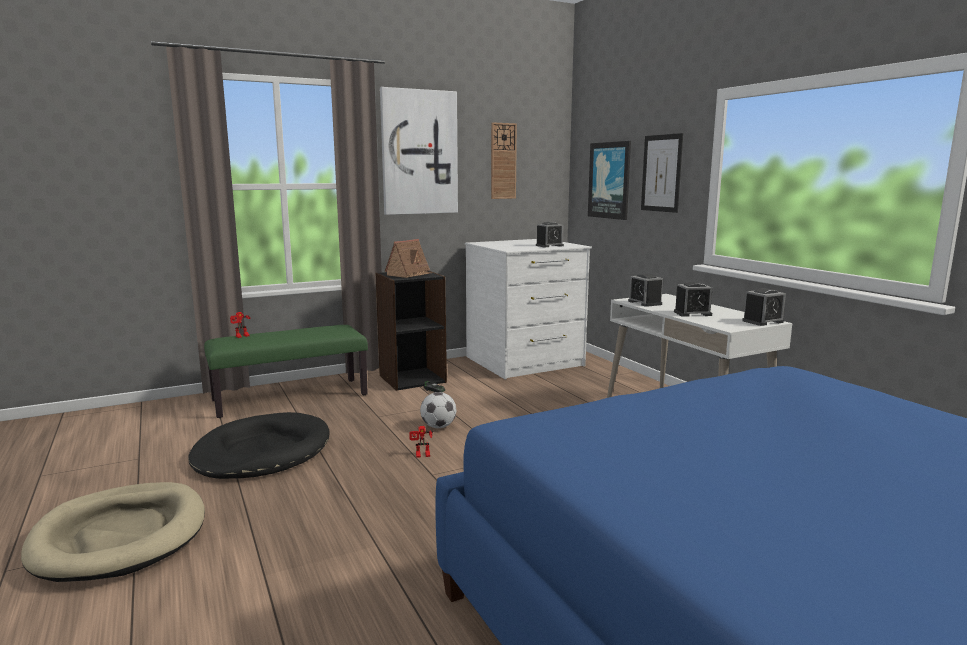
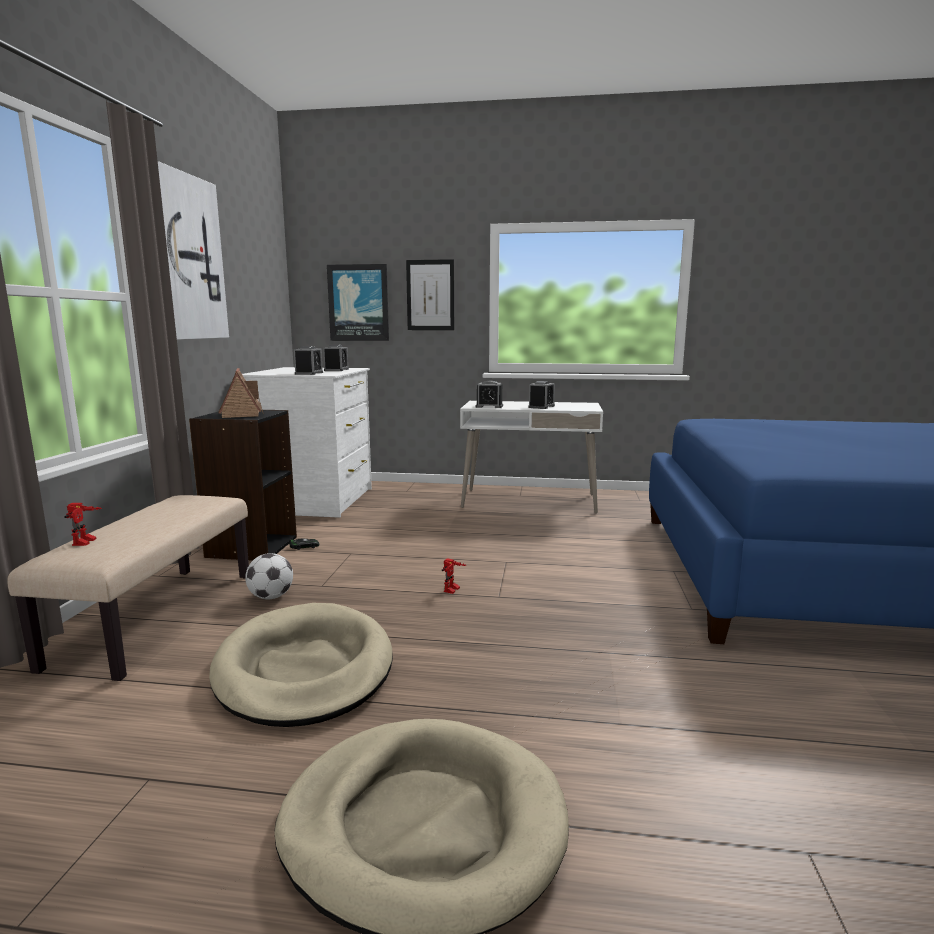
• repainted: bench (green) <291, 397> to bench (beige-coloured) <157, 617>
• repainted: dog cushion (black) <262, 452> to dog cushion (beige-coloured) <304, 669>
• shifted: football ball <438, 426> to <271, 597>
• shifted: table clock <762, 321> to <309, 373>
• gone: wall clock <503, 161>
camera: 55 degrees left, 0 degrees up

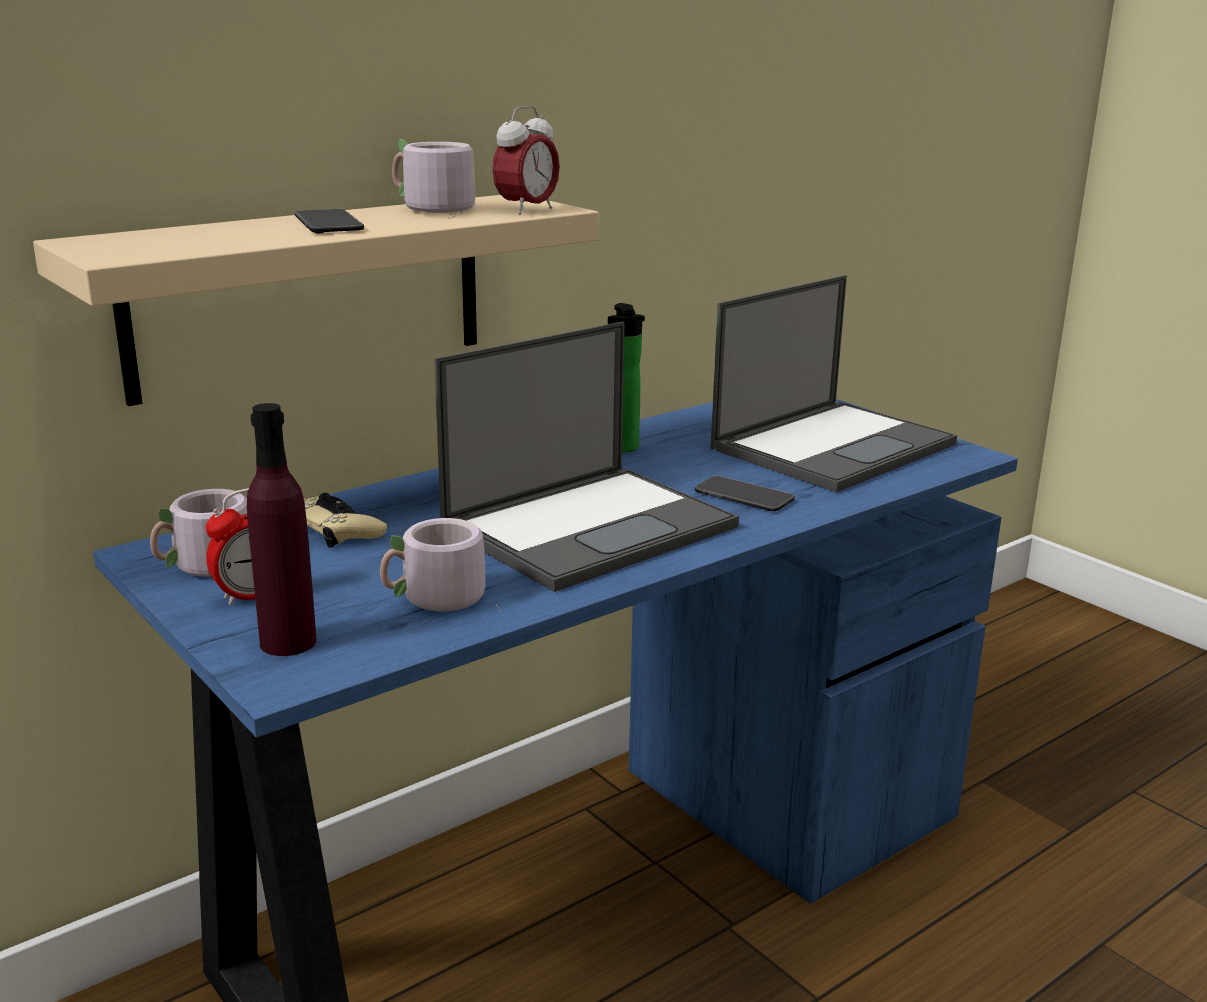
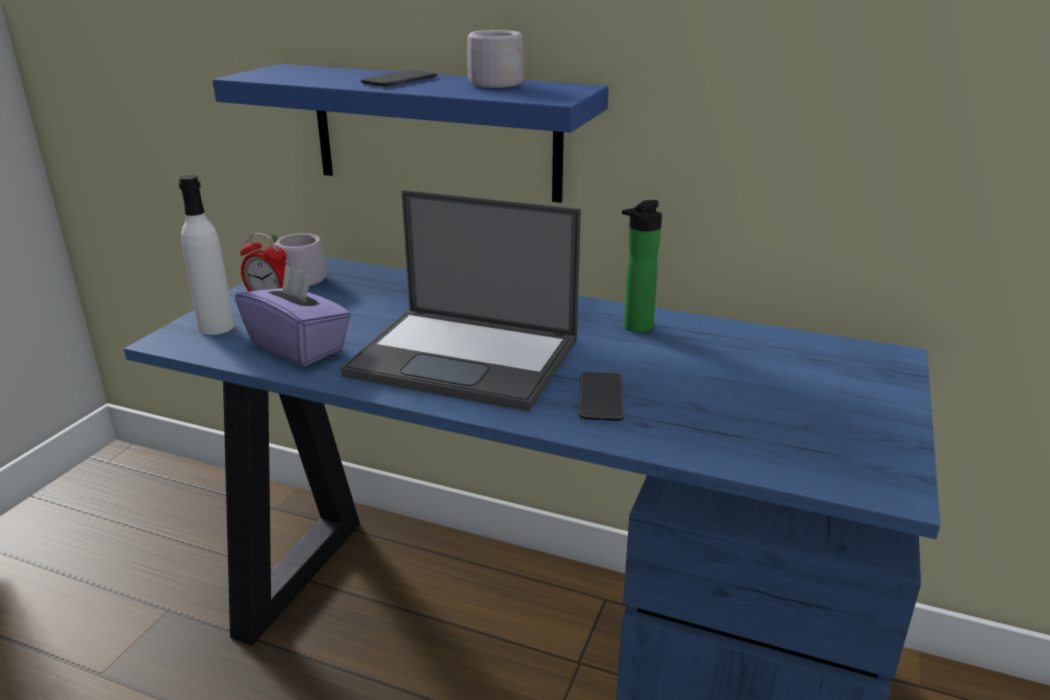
• repainted: drink bottle (purplish) <288, 642> to drink bottle (white-coloured) <216, 327>
• repainted: wall shelf (beige-coloured) <309, 294> to wall shelf (blue) <435, 132>
• swapped: tea mug (grey) <436, 601> to tissue box (purplish) <299, 346>
• gone: game controller (beige-coloured) <338, 530>
• gone: table clock <527, 210>
• gone: notebook computer <834, 445>
camera: 60 degrees right, 5 degrees up

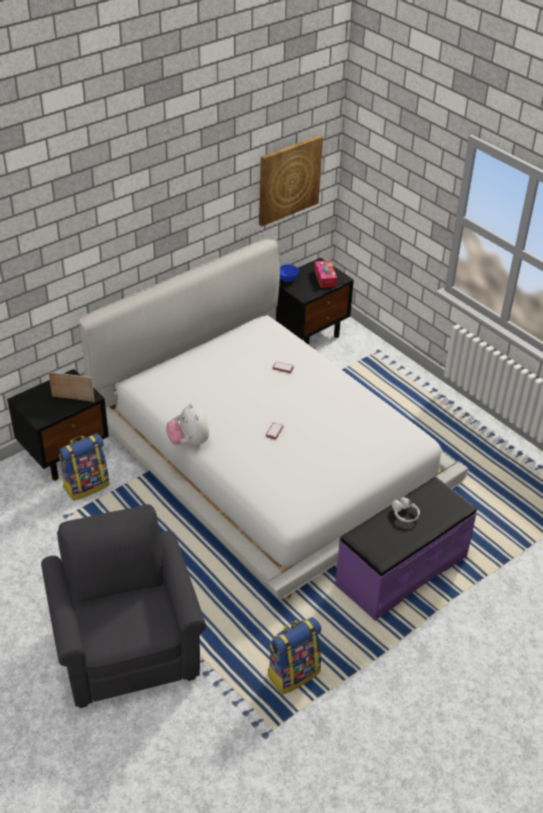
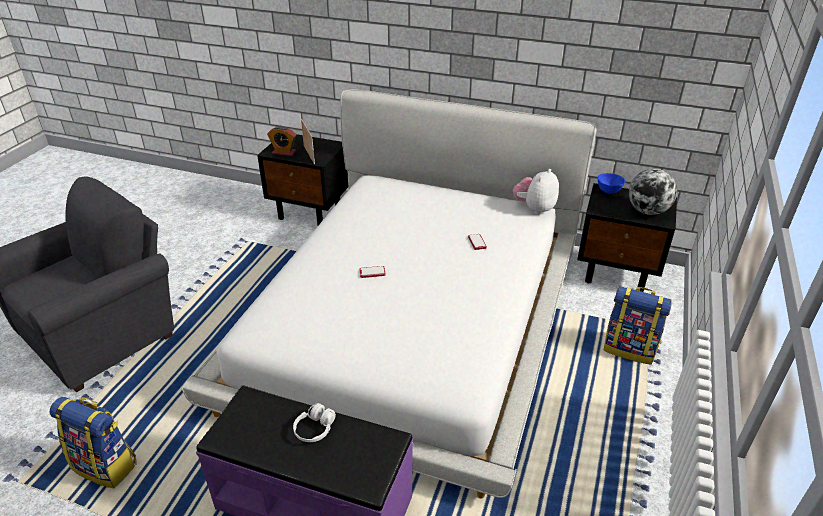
• new: table clock <284, 152>
• shifted: plush toy <189, 442> to <534, 208>
• shifted: knapsack <86, 485> to <630, 348>
• swapped: tissue box <325, 278> to world globe <647, 211>
• gone: picture <289, 180>
camera: 60 degrees right, 5 degrees down

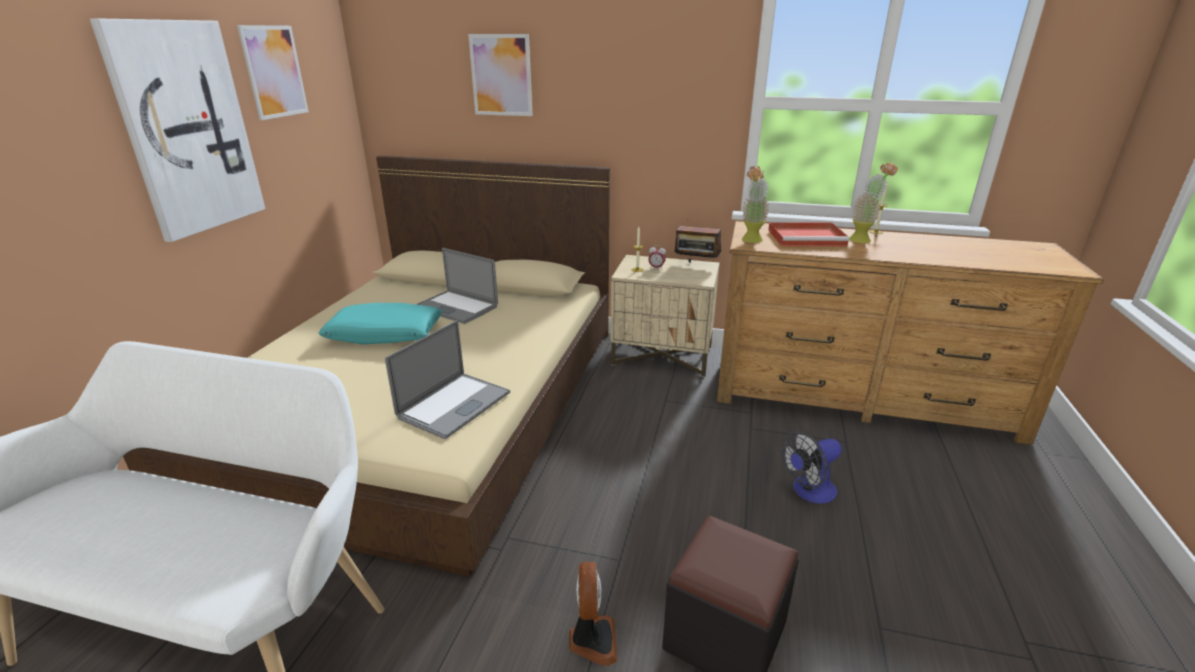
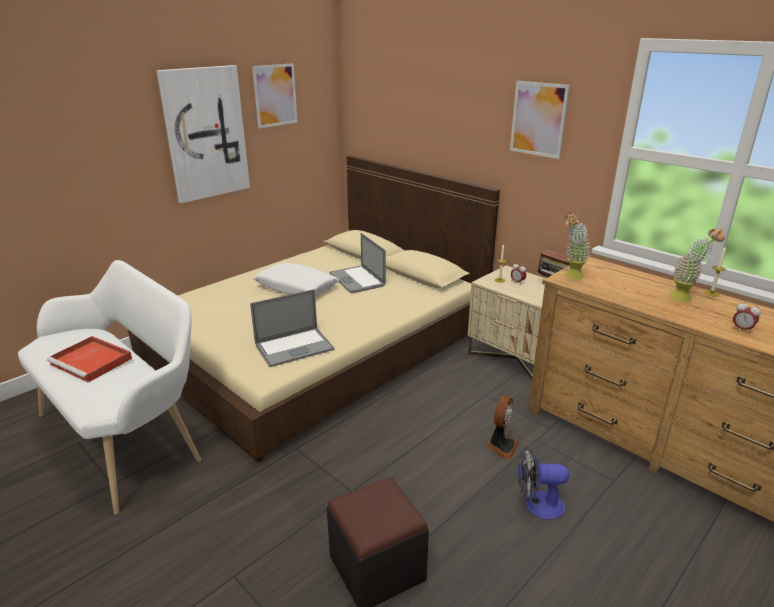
• shifted: serving tray (reddish) <807, 237> to <92, 361>
• repainted: throw pillow (turquoise-coloured) <384, 334> to throw pillow (white-coloured) <296, 288>
• shifted: cooling fan <592, 640> to <501, 446>
• shifted: picture <501, 75> to <538, 119>
• new: table clock <742, 329>
camera: 30 degrees right, 0 degrees up

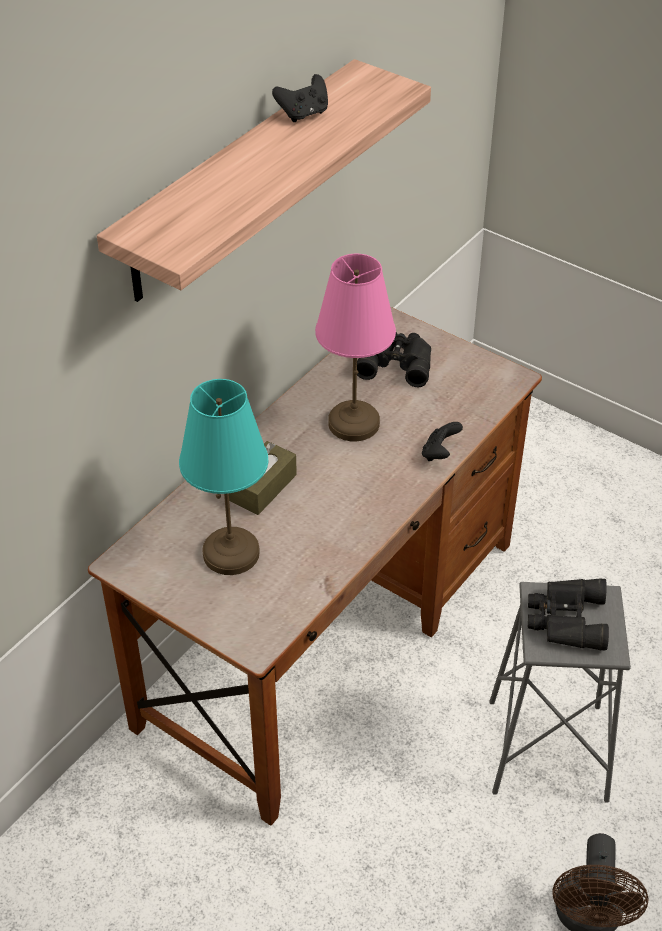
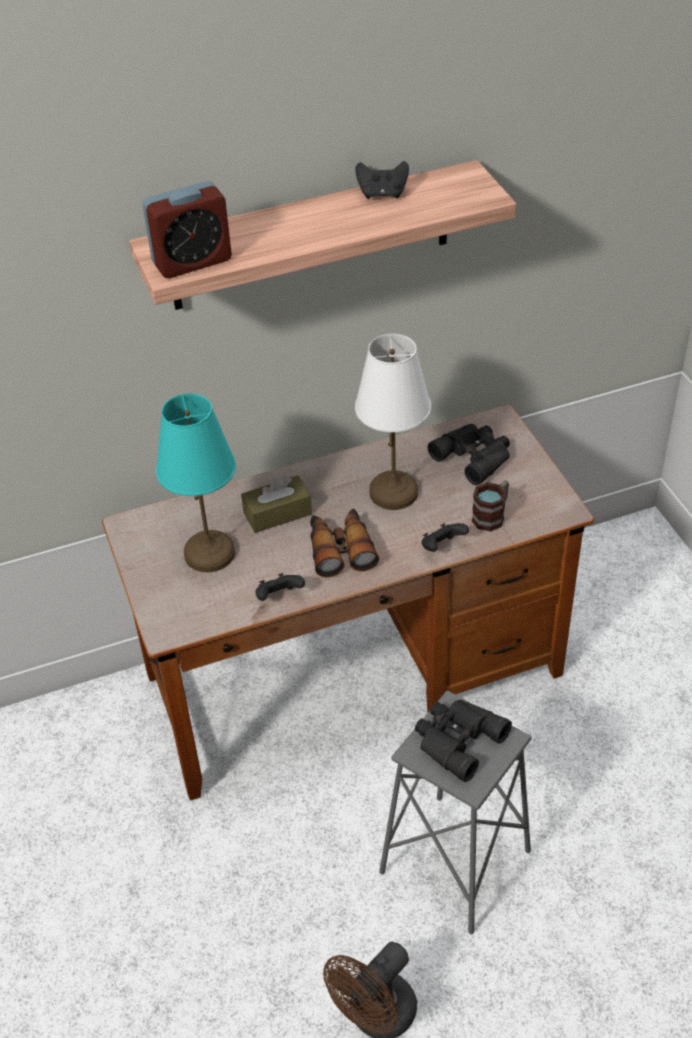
• new: table clock <192, 262>
• new: game controller (black) <279, 597>
• new: field glasses <340, 549>
• repainted: tabletop lamp (pink) <352, 423> to tabletop lamp (white-coloured) <393, 492>
• new: tea mug <492, 515>
camera: 35 degrees right, 0 degrees up

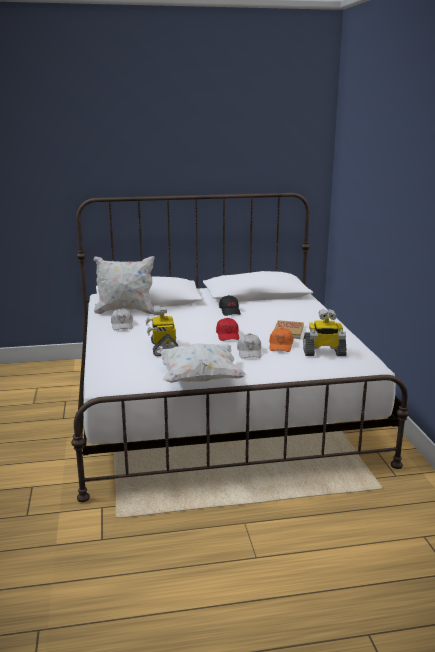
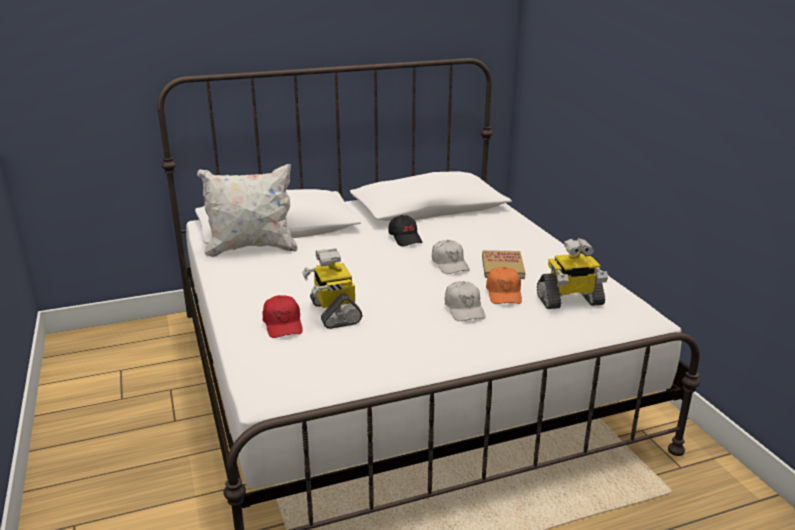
• shifted: peaked cap (reddish) <228, 335> to <283, 324>
• shifted: peaked cap (white-coloured) <122, 325> to <449, 264>
• gone: throw pillow (white-coloured) <199, 379>
camera: 10 degrees left, 5 degrees up

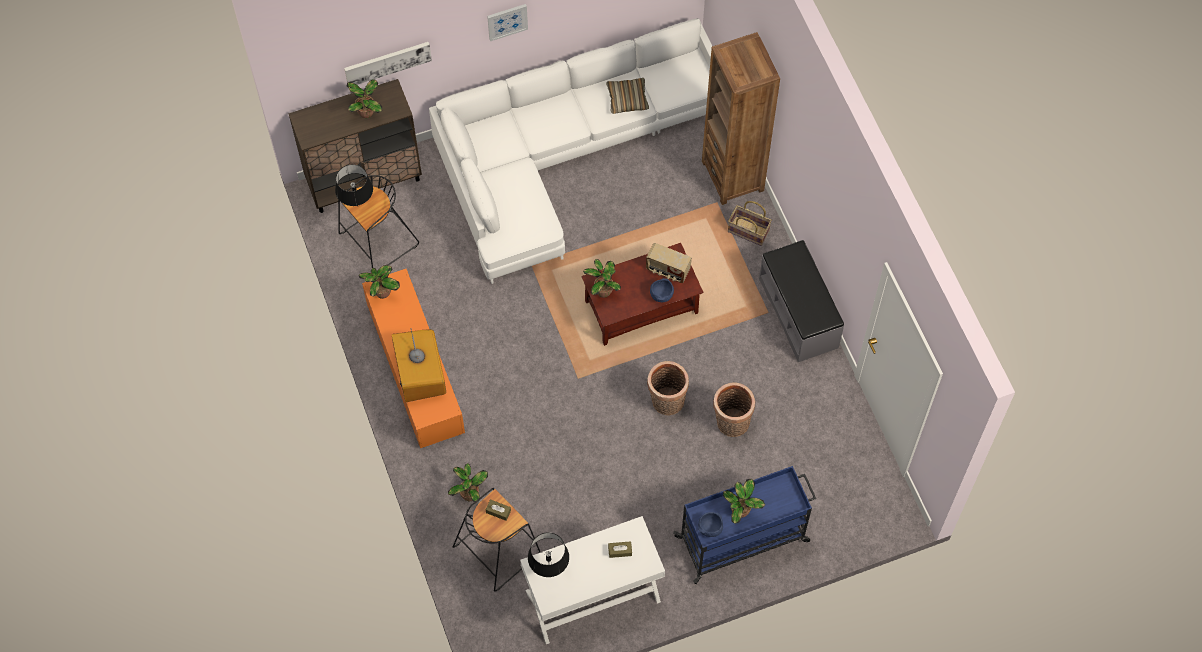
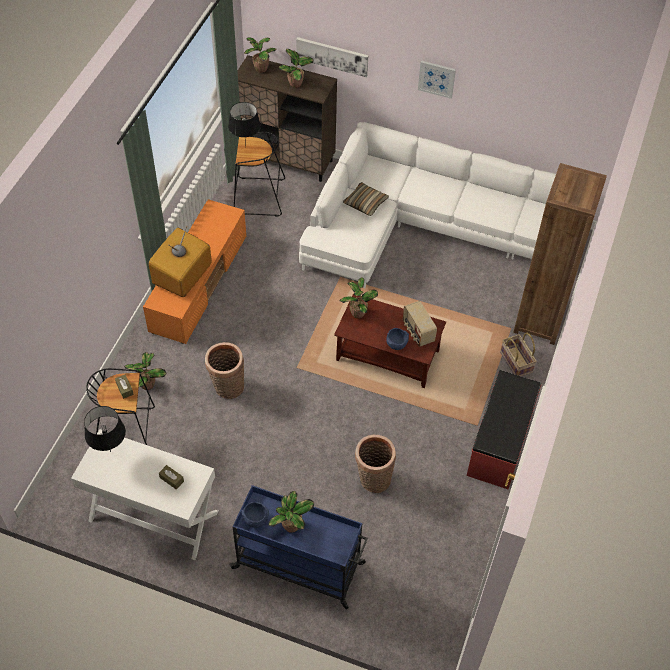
• shifted: storage basket <666, 403> to <227, 387>
• shifted: potted plant <382, 293> to <260, 68>
• shifted: throw pillow <627, 99> to <365, 203>
• repainted: bench (grey) <799, 313> to bench (reddish) <501, 443>
camera: 40 degrees right, 10 degrees down

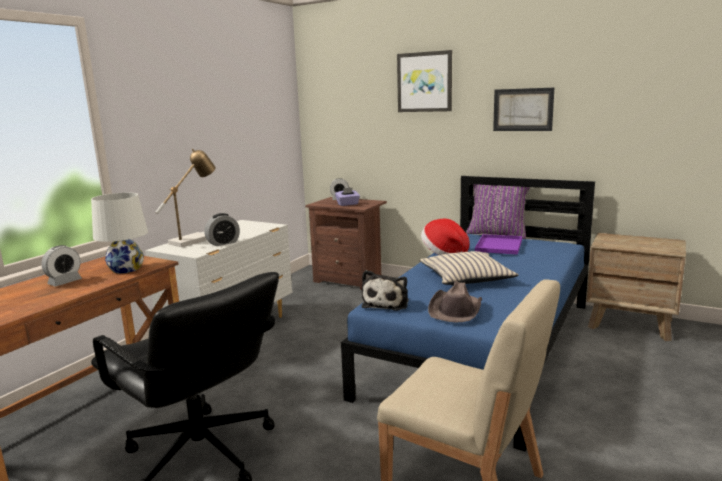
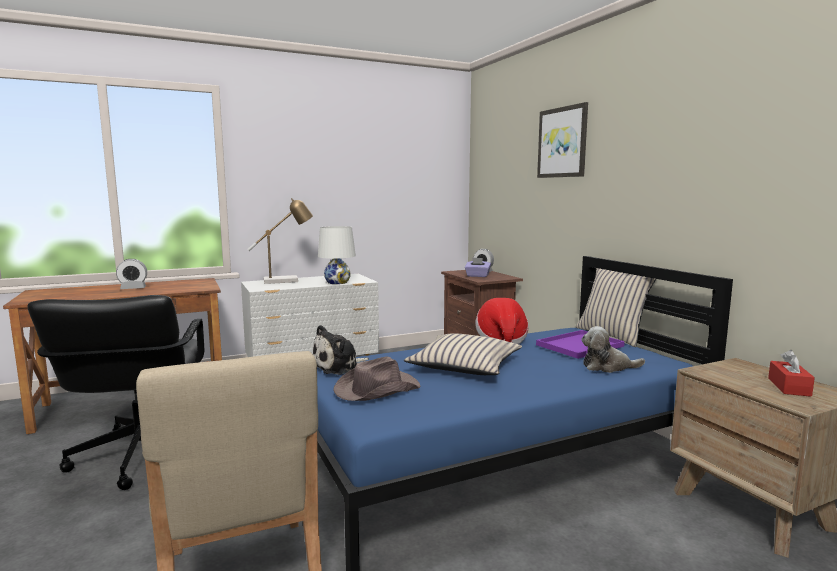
• shifted: tabletop lamp (white-coloured) <126, 269> to <337, 282>
• repainted: throw pillow (purplish) <497, 234> to throw pillow (beige-coloured) <612, 335>
• new: plush toy <607, 367>
• new: tissue box (reddish) <789, 387>
• gone: table clock <223, 243>
• gone: picture <523, 109>
camera: 35 degrees right, 5 degrees down

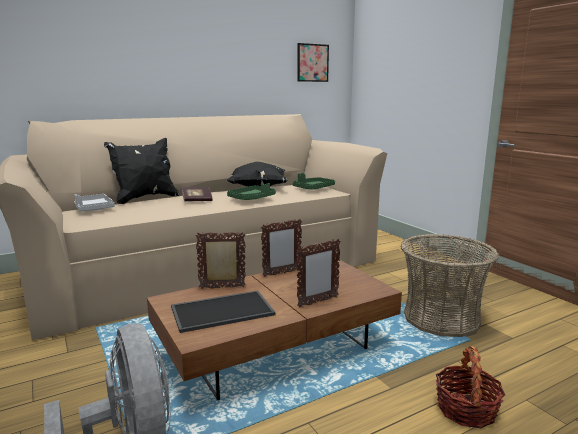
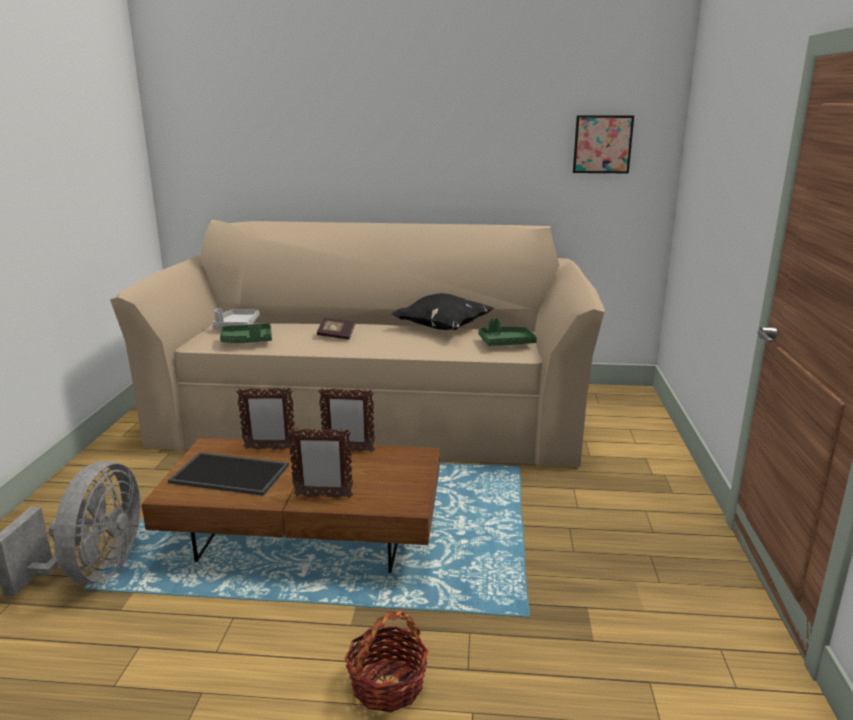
• shifted: serving tray (green) <252, 198> to <247, 341>
• rotated: picture frame <222, 288> = <269, 449> 150 degrees clockwise
• gone: throw pillow (black) <145, 198>
• gone: storage basket <441, 319>
camera: 35 degrees right, 5 degrees up

